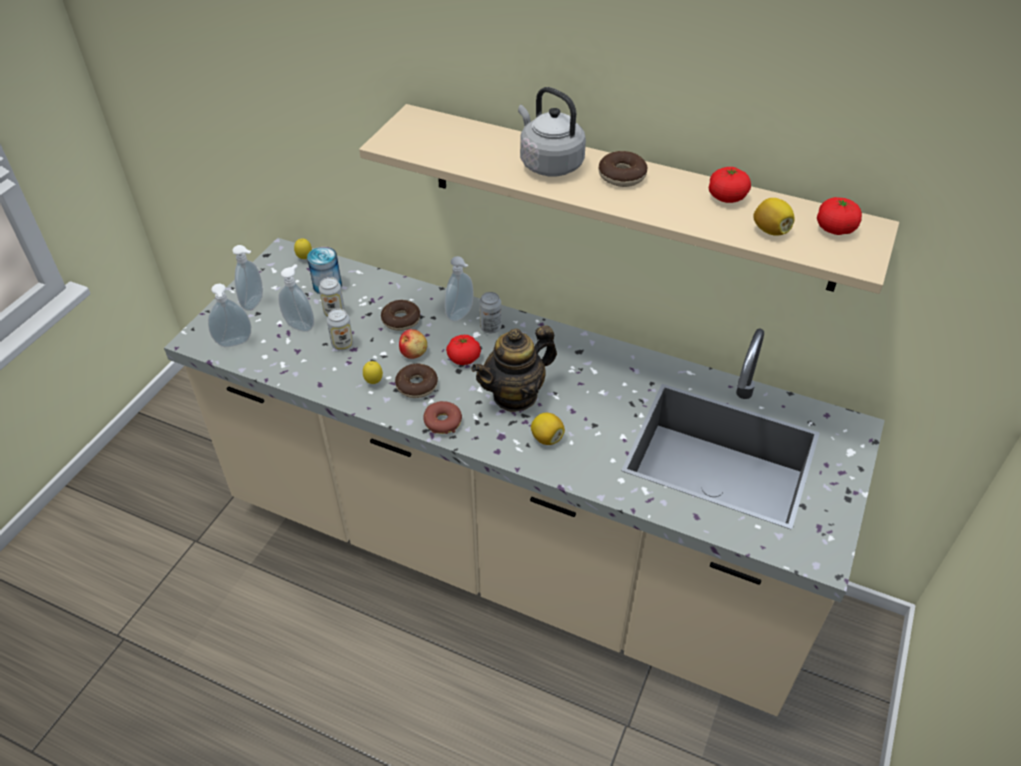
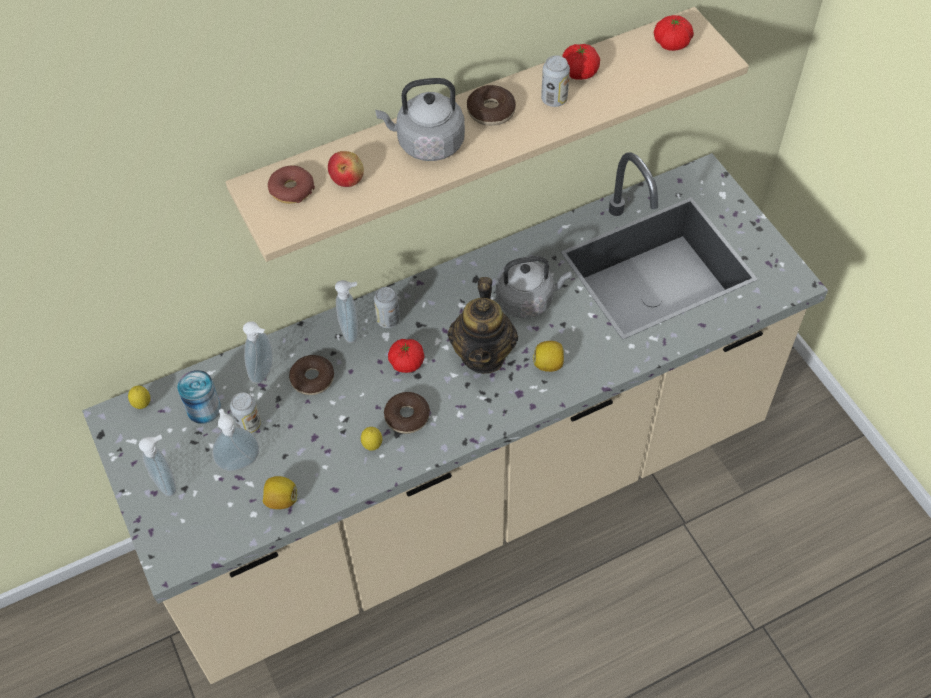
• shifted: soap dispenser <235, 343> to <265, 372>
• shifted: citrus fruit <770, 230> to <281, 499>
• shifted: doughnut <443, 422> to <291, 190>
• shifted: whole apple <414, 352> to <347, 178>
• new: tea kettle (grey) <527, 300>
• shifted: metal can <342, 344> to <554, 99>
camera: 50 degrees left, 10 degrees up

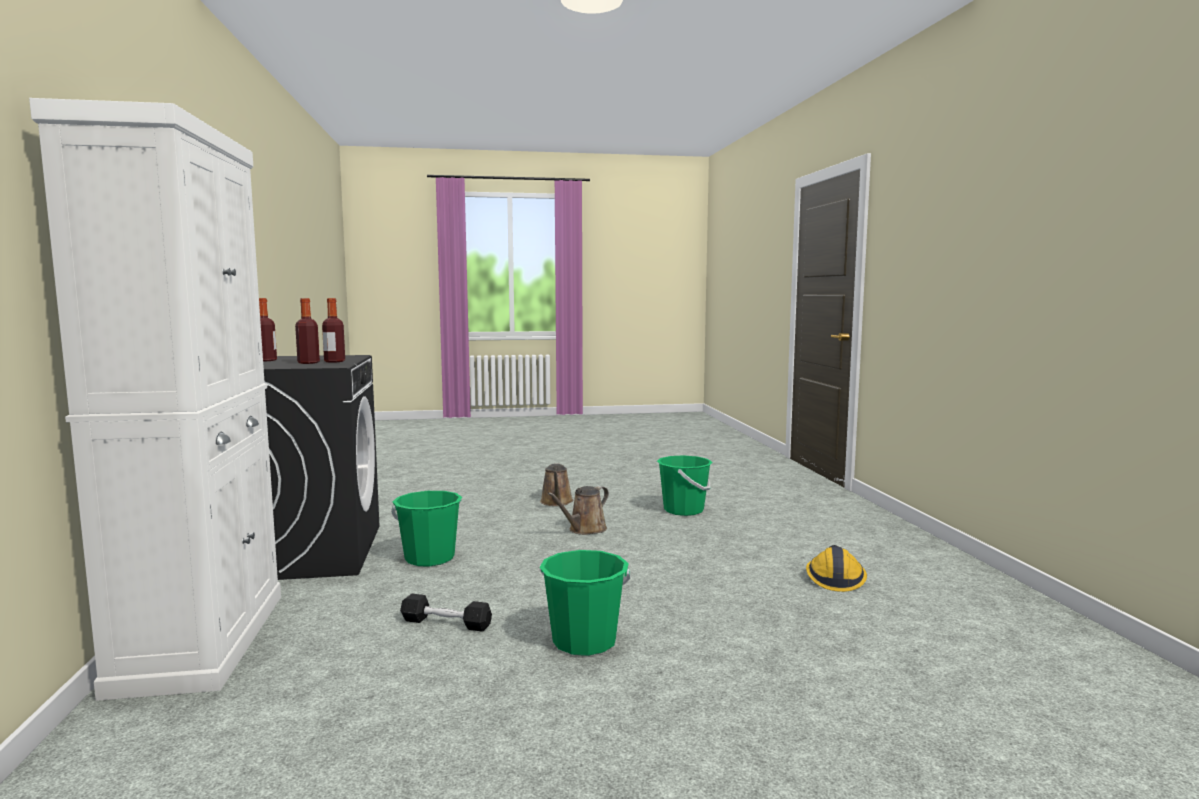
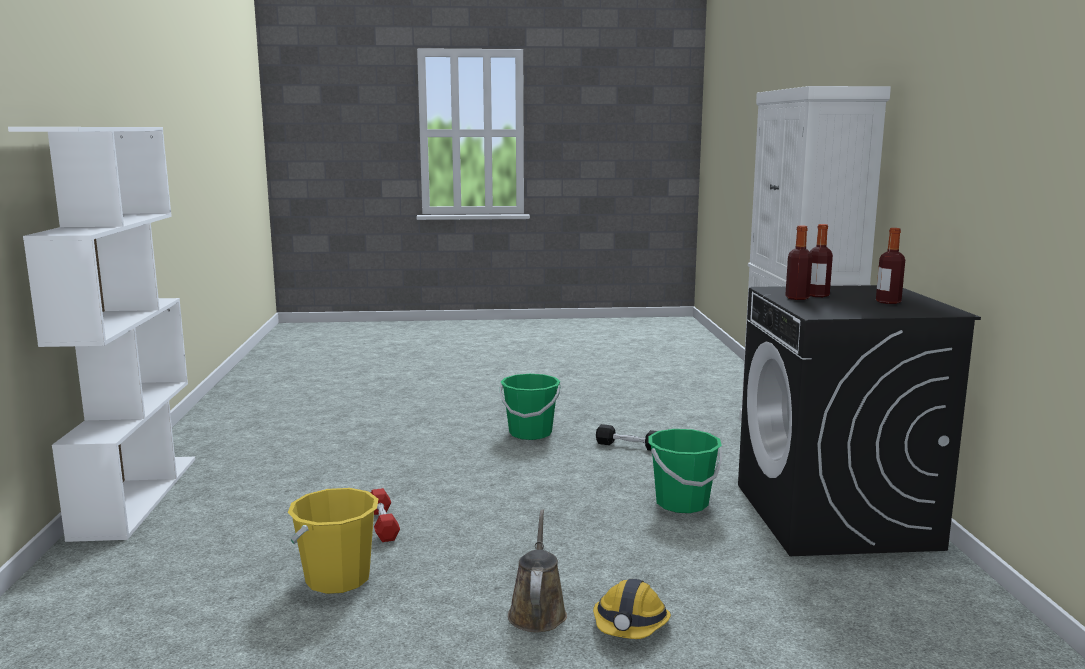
• new: shelving unit (white-coloured) <136, 495>
• repainted: pail (green) <683, 510> to pail (yellowish) <338, 579>
• new: hand weight (reddish) <383, 524>
• shifted: safety helmet <835, 578> to <630, 625>
• gone: watering can (brown-coloured) <584, 530>
camera: 175 degrees left, 5 degrees up

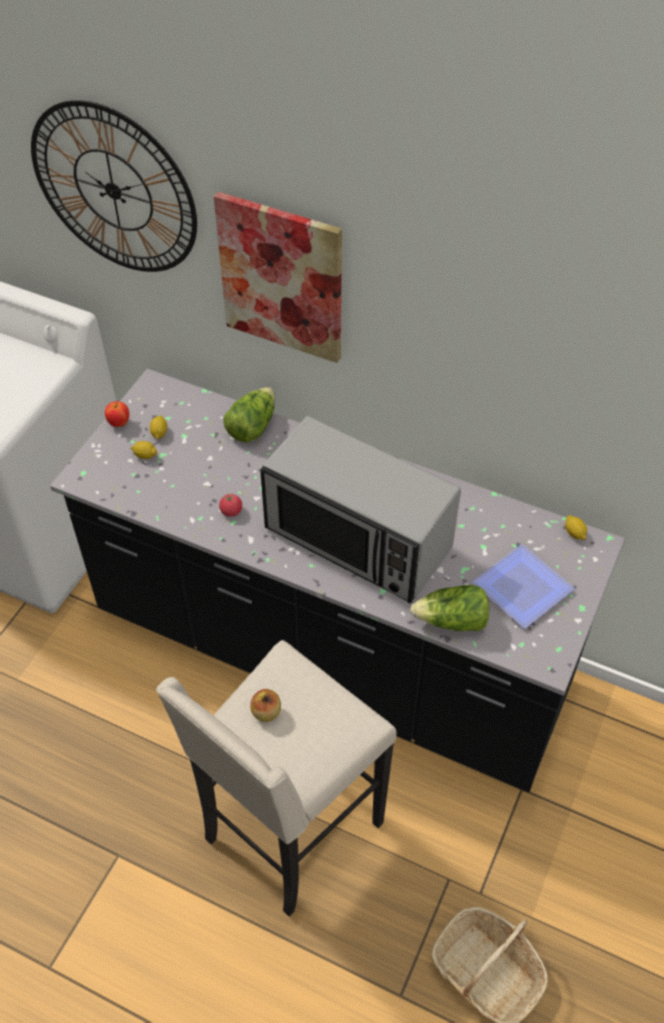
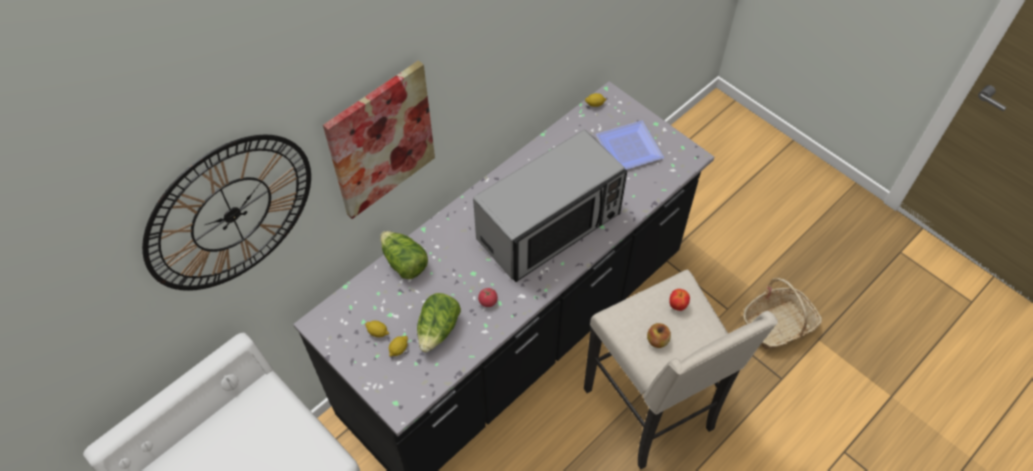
• shifted: lettuce <452, 621> to <438, 329>
• shifted: whole apple <119, 423> to <677, 305>
camera: 70 degrees left, 5 degrees up

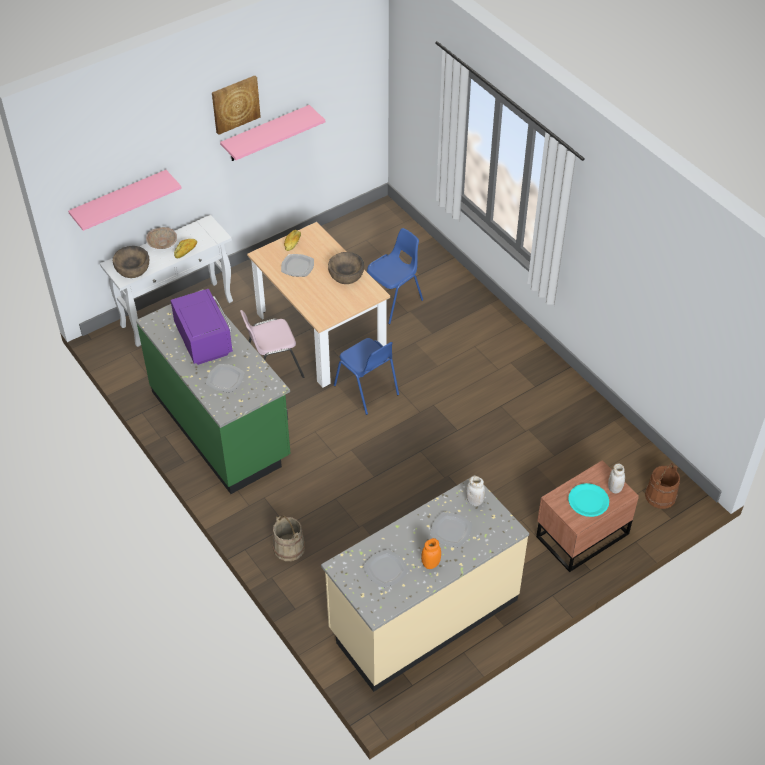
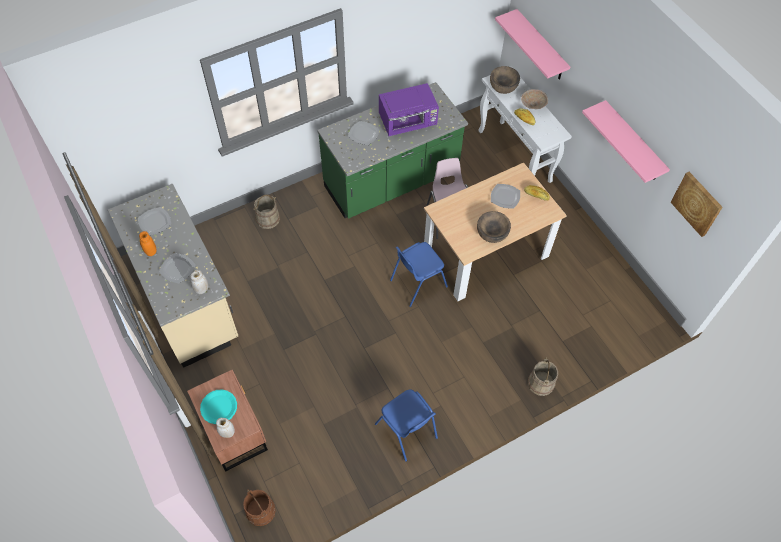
• shifted: chair (blue) <393, 301> to <406, 431>
• new: pail (beige-coloured) <540, 383>
• shifted: picture <235, 104> to <697, 203>
camera: 95 degrees right, 10 degrees up

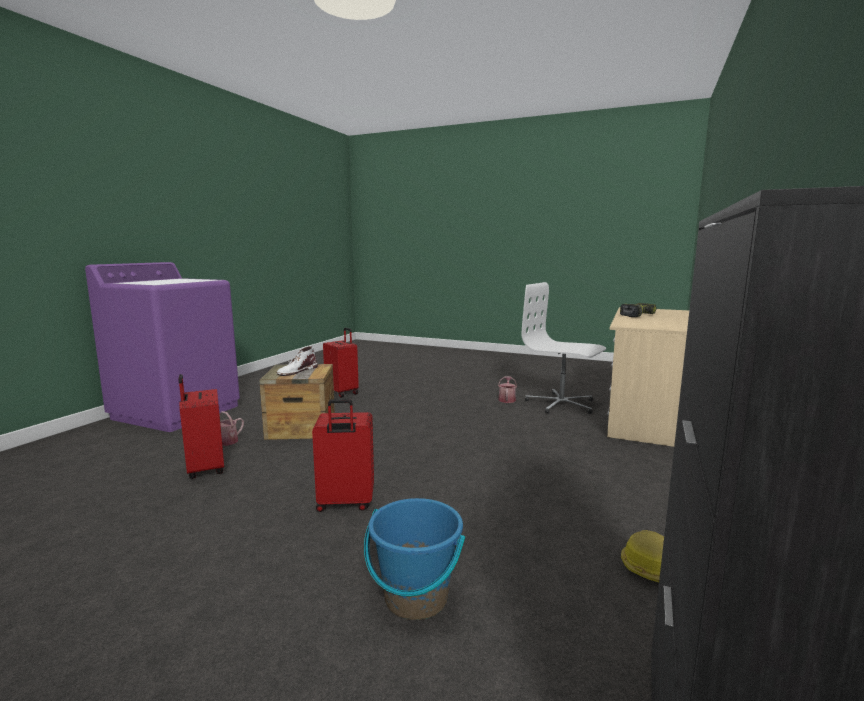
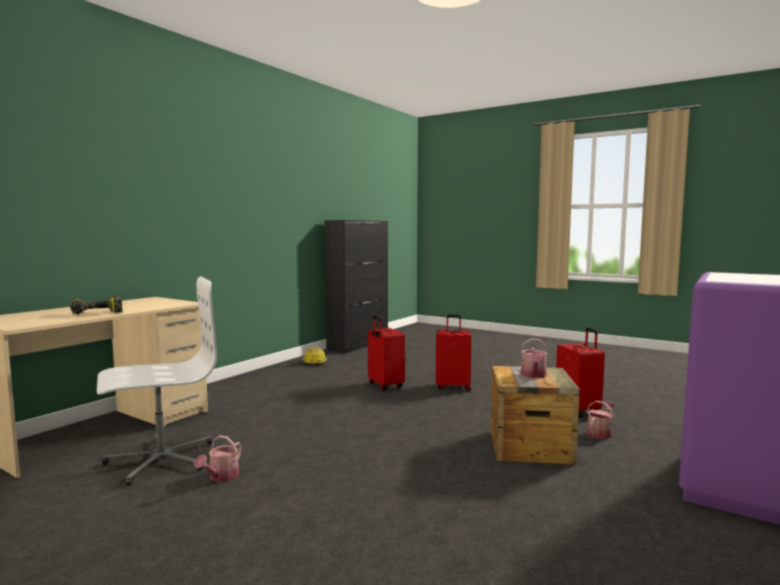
• rotated: desk chair (white-coloured) <561, 404> = <161, 459> 75 degrees counterclockwise
• shifted: travel case (reddish) <343, 392> to <384, 386>
• swapped: high-top boot (white-coloured) <297, 371> to watering can <533, 375>
• gone: pail (blue) <416, 598>
camera: 170 degrees left, 5 degrees down

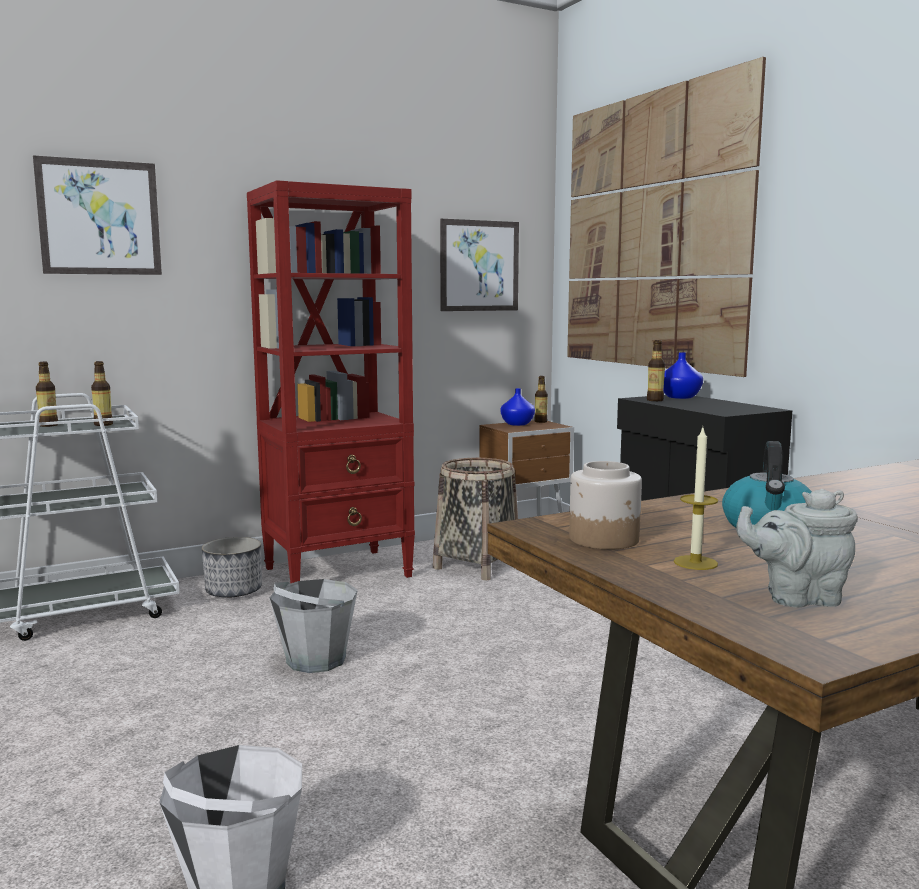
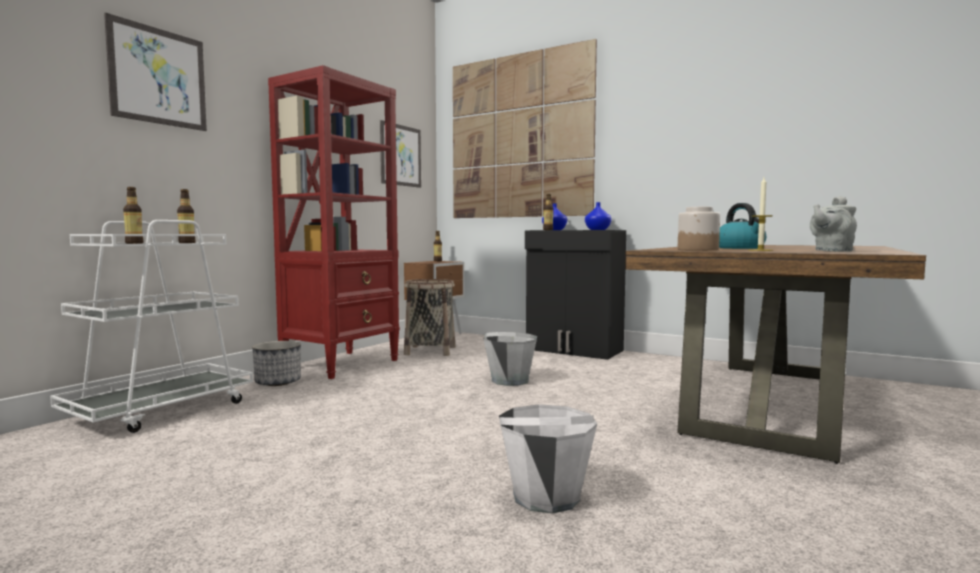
• shifted: pail (grey) <315, 660> to <510, 380>
• shifted: decorative vase (blue) <518, 424> to <598, 230>
camera: 30 degrees left, 5 degrees down

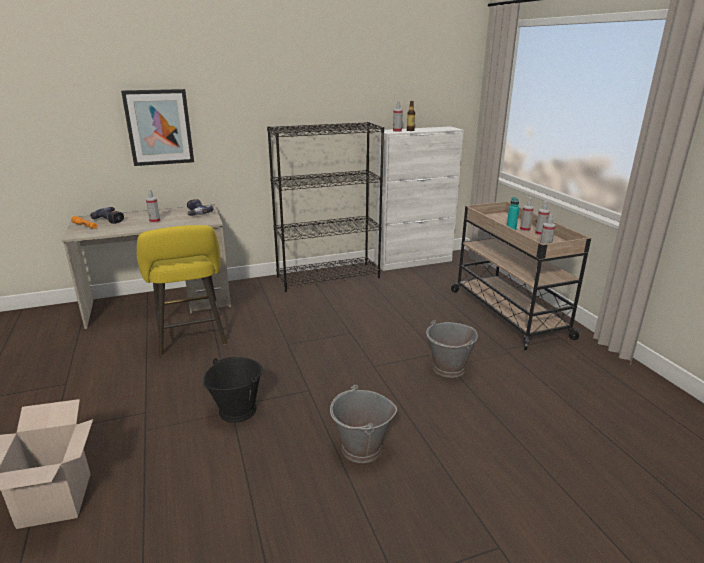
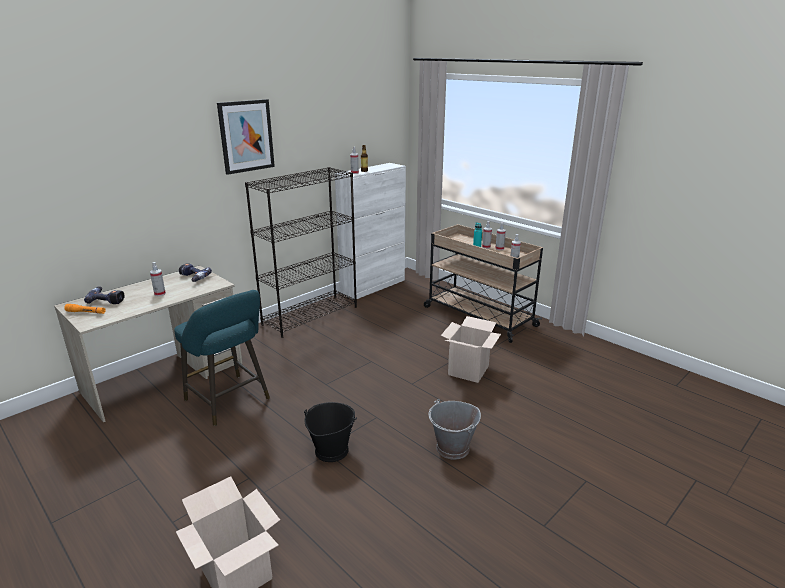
• repainted: stool seat (yellowish) <191, 338> to stool seat (turquoise-coloured) <230, 401>
• shifted: picture <159, 127> to <246, 136>
• swapped: pail (grey) <449, 368> to cardboard box <468, 370>
camera: 25 degrees left, 0 degrees up

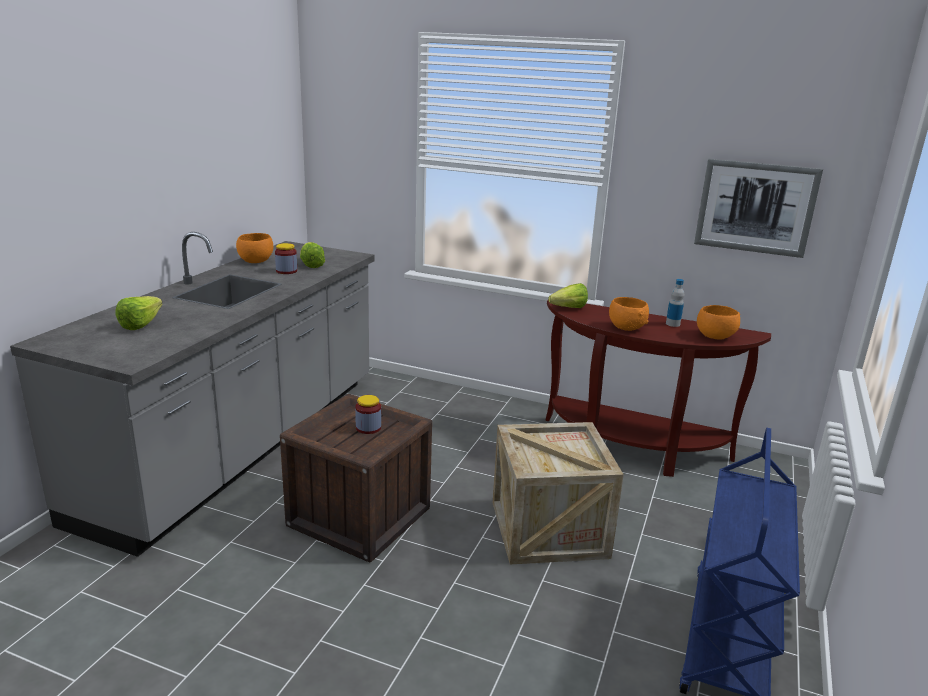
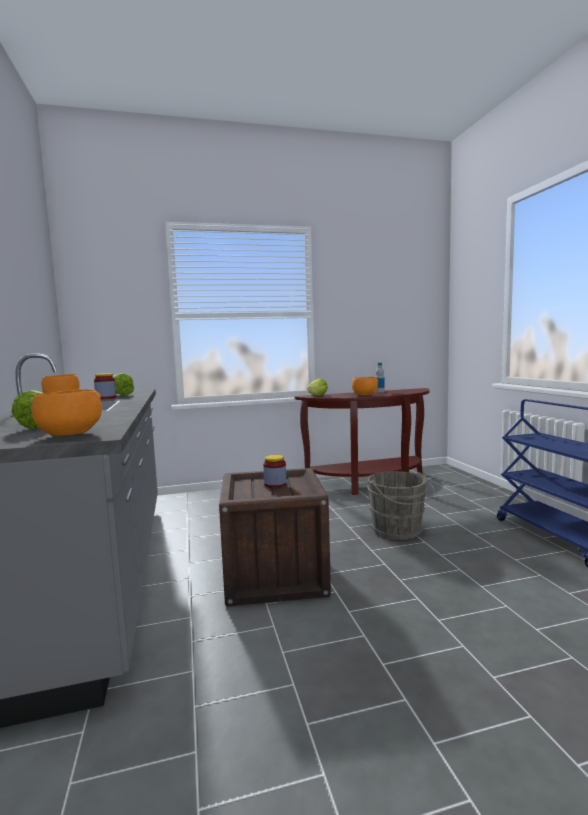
• shifted: serving bowl (orangey) <714, 337> to <69, 435>
• swapped: shipping crate <549, 529> to pail (grey) <398, 531>
• gone: picture <755, 207>
camera: 35 degrees left, 15 degrees down

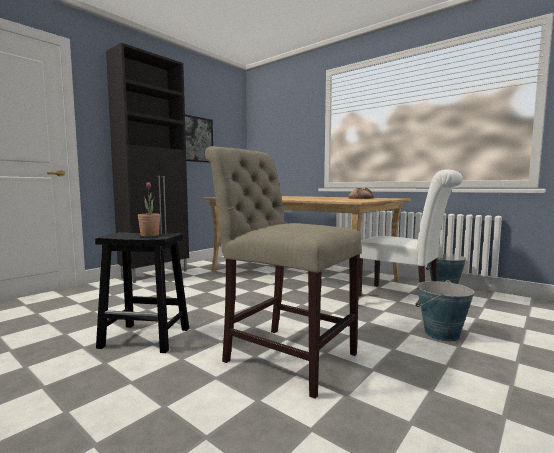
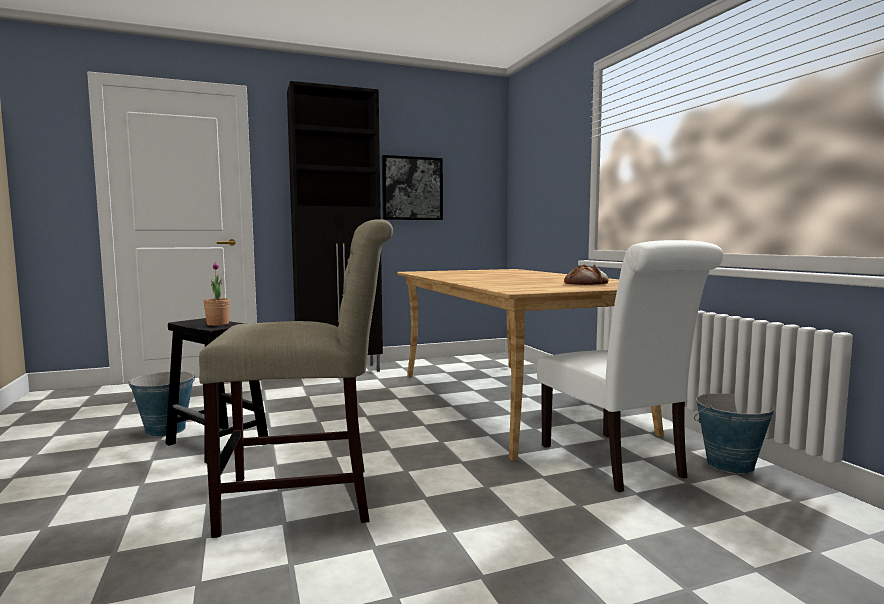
• shifted: pail <441, 334> to <165, 430>
• rotated: chair (beige-coloured) <284, 355> = <308, 499> 105 degrees clockwise
camera: 30 degrees right, 0 degrees up

